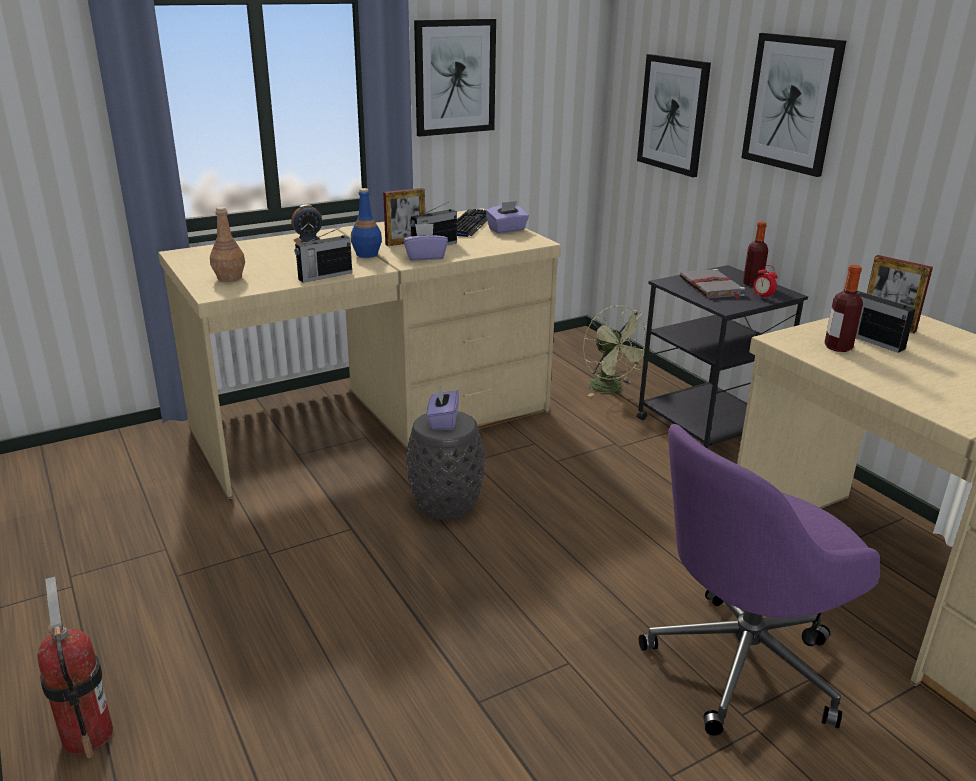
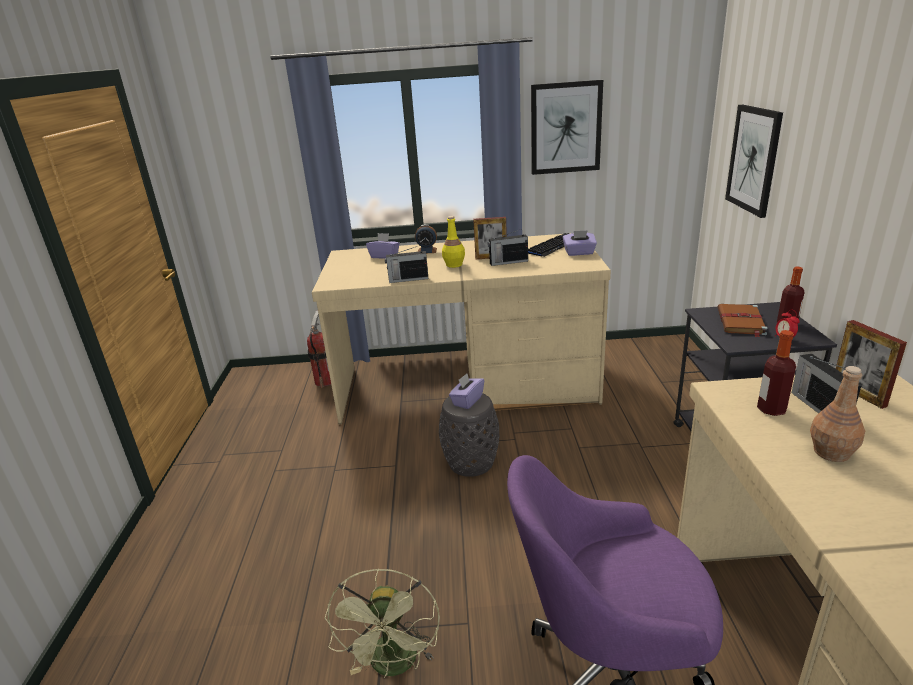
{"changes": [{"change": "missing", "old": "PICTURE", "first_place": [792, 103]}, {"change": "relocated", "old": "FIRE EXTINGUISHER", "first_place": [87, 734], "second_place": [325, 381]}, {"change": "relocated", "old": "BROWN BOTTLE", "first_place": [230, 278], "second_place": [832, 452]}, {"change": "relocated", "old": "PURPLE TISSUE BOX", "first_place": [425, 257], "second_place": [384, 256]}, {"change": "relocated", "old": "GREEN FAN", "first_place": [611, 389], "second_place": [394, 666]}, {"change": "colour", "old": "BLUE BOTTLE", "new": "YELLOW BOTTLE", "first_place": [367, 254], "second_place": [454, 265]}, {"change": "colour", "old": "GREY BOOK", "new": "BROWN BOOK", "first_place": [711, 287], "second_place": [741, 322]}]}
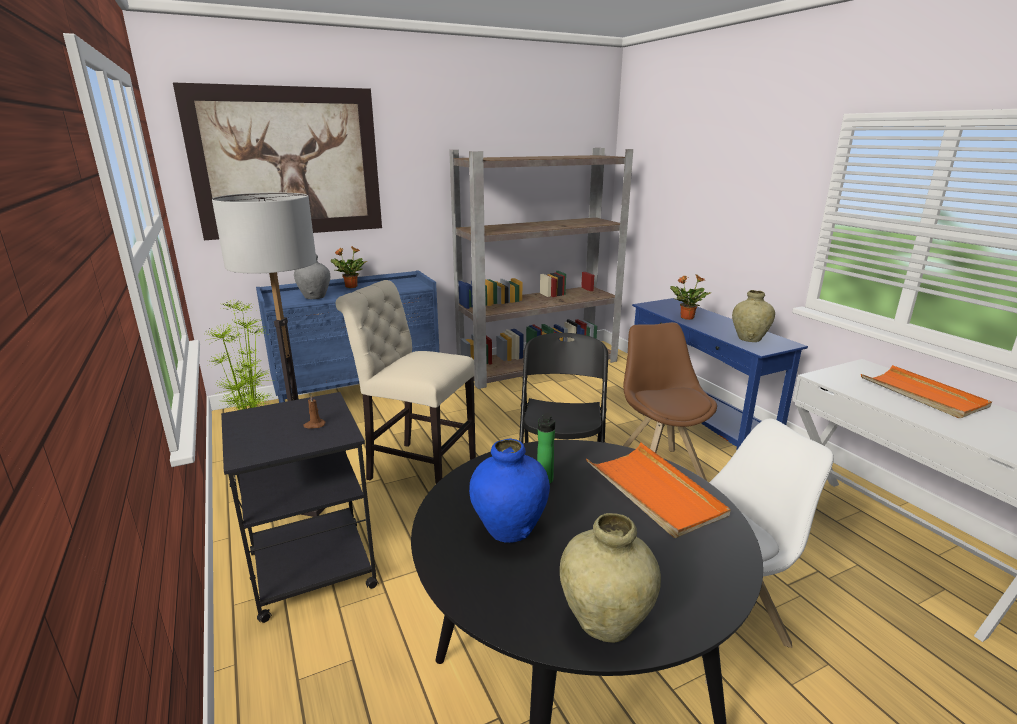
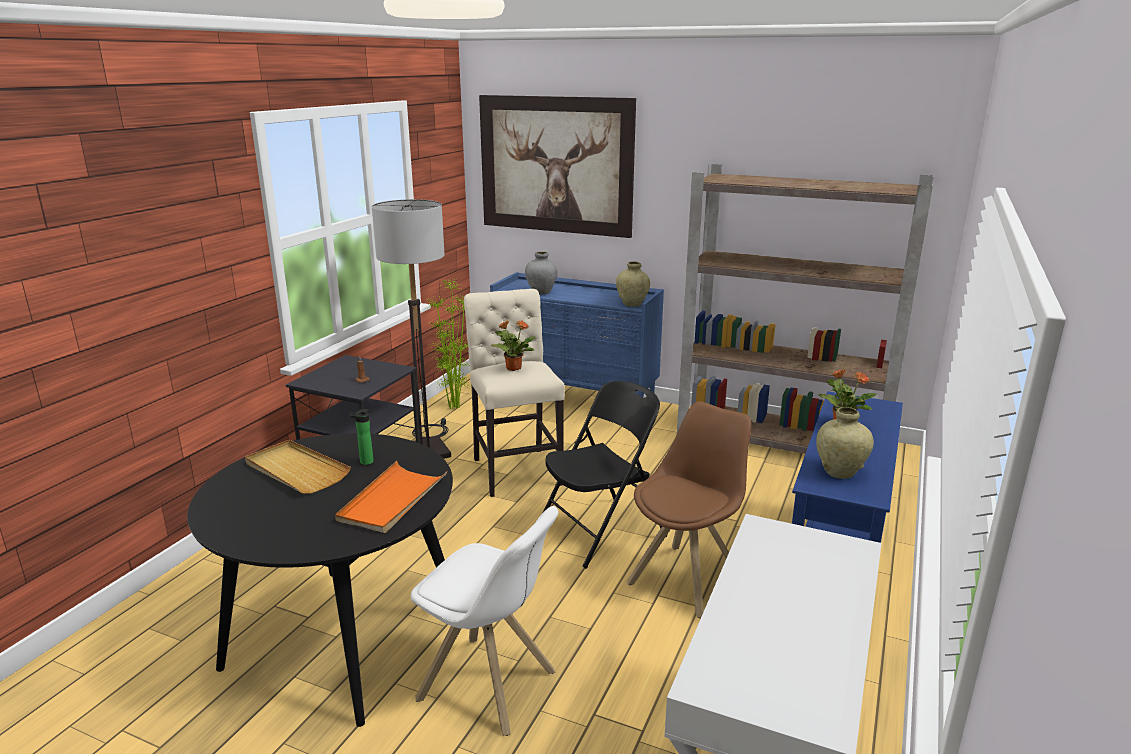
{"changes": [{"change": "missing", "old": "ORANGE TRAY", "first_place": [922, 395]}, {"change": "relocated", "old": "POTTED PLANT", "first_place": [350, 286], "second_place": [513, 368]}, {"change": "relocated", "old": "BEIGE VASE", "first_place": [605, 623], "second_place": [632, 304]}, {"change": "exchanged", "old": "BLUE VASE", "new": "BEIGE TRAY", "first_place": [509, 529], "second_place": [296, 470]}]}
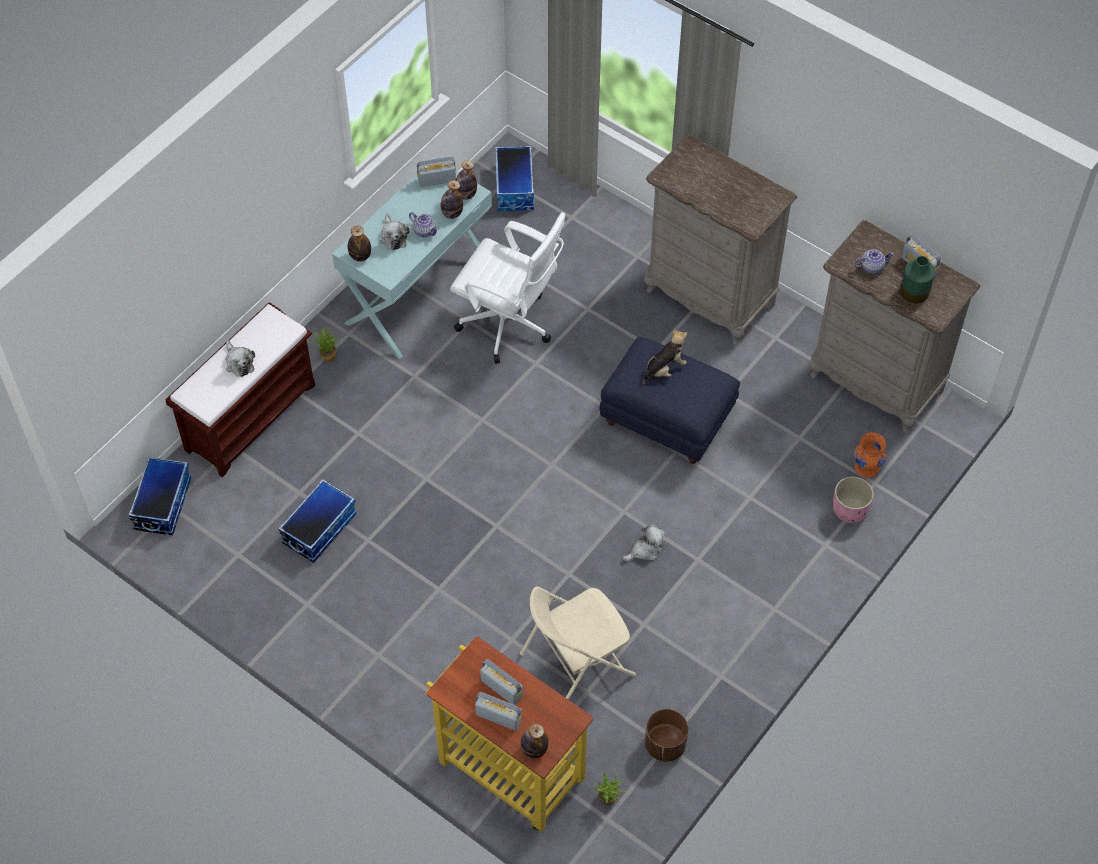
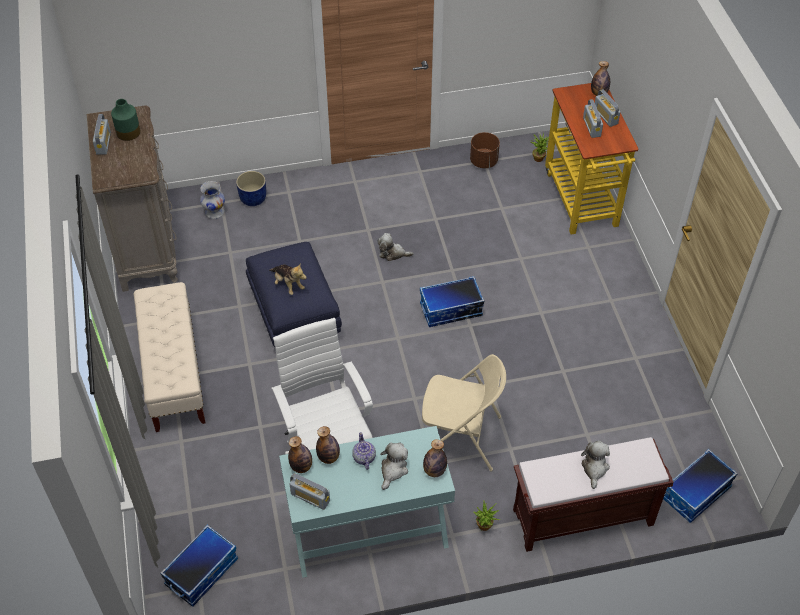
{"changes": [{"change": "missing", "old": "TEAPOT", "first_place": [871, 267]}, {"change": "relocated", "old": "STORAGE BOX", "first_place": [319, 528], "second_place": [450, 310]}, {"change": "relocated", "old": "BEIGE CHAIR", "first_place": [577, 664], "second_place": [459, 438]}, {"change": "exchanged", "old": "BEIGE DRESSER", "new": "BEIGE BENCH", "first_place": [708, 299], "second_place": [174, 373]}, {"change": "colour", "old": "PINK PLANTER", "new": "BLUE PLANTER", "first_place": [849, 510], "second_place": [253, 199]}, {"change": "colour", "old": "ORANGE VASE", "new": "WHITE VASE", "first_place": [867, 468], "second_place": [214, 212]}, {"change": "spun", "old": "PLUSH TOY", "first_place": [664, 369], "second_place": [288, 284], "degrees": -135}]}
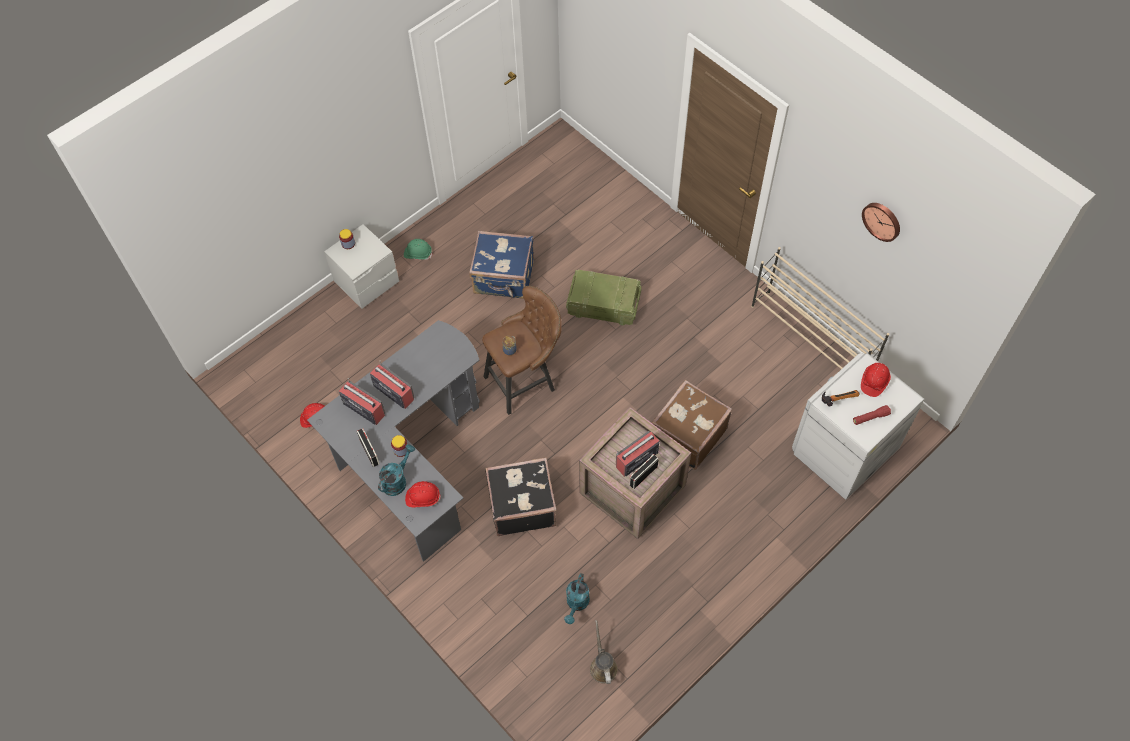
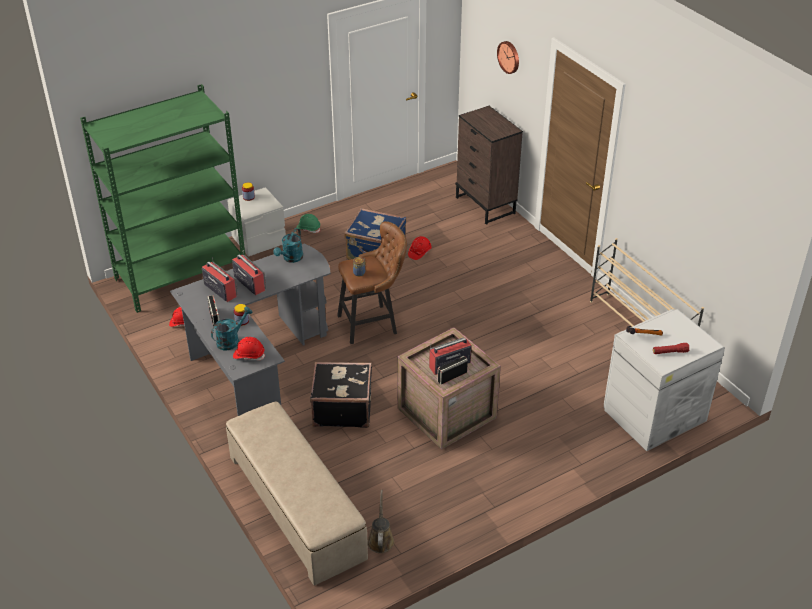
{"changes": [{"change": "missing", "old": "CRATE", "first_place": [604, 305]}, {"change": "missing", "old": "BROWN SUITCASE", "first_place": [687, 435]}, {"change": "appeared", "new": "GREEN BOOKCASE", "second_place": [181, 276]}, {"change": "appeared", "new": "BEIGE BENCH", "second_place": [295, 506]}, {"change": "appeared", "new": "BROWN DRESSER", "second_place": [485, 205]}, {"change": "relocated", "old": "TURQUOISE WATERING CAN", "first_place": [577, 604], "second_place": [291, 258]}, {"change": "relocated", "old": "RED HARD HAT", "first_place": [874, 382], "second_place": [419, 252]}, {"change": "relocated", "old": "WALL CLOCK", "first_place": [882, 220], "second_place": [509, 57]}]}
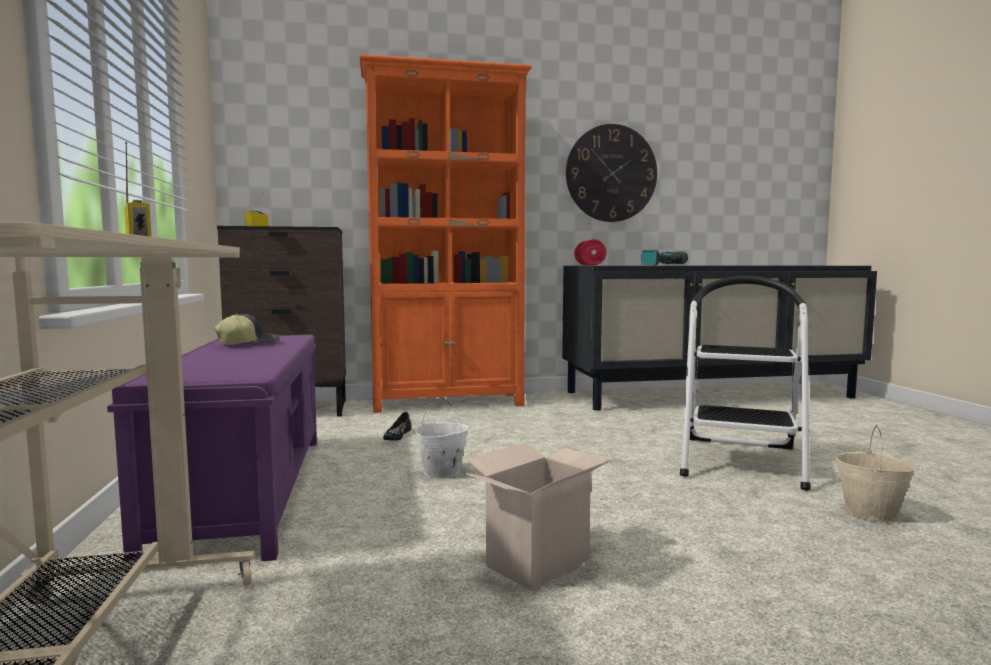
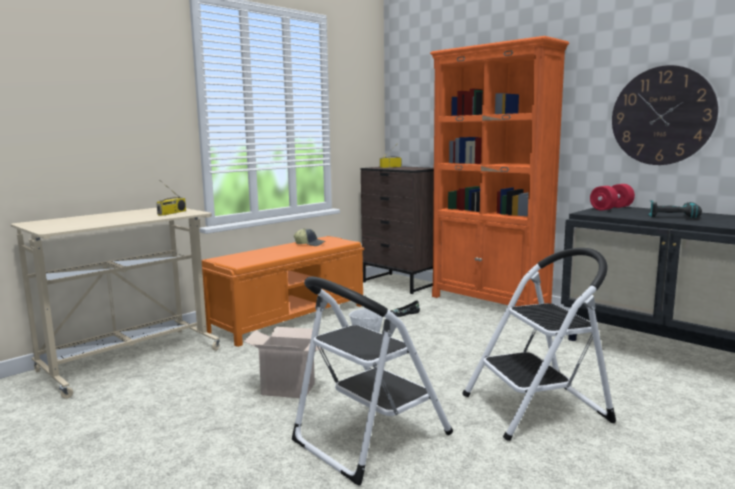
{"changes": [{"change": "missing", "old": "BEIGE BUCKET", "first_place": [871, 514]}, {"change": "appeared", "new": "STEP LADDER", "second_place": [368, 438]}, {"change": "colour", "old": "PURPLE BENCH", "new": "ORANGE BENCH", "first_place": [246, 490], "second_place": [290, 317]}]}
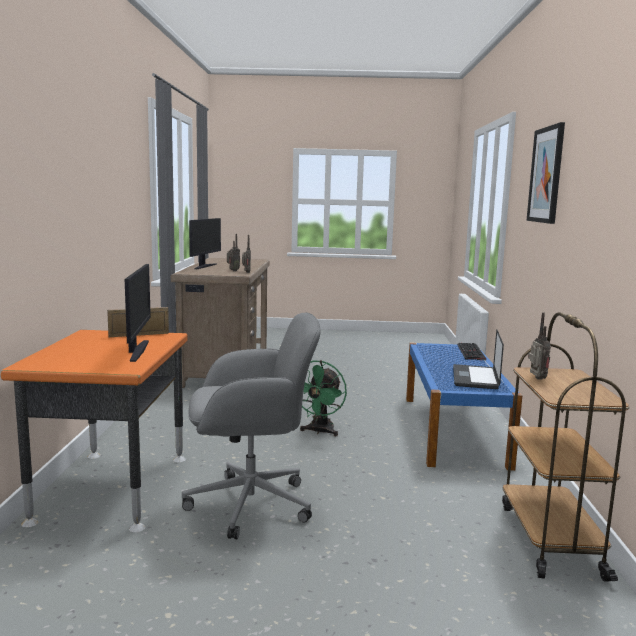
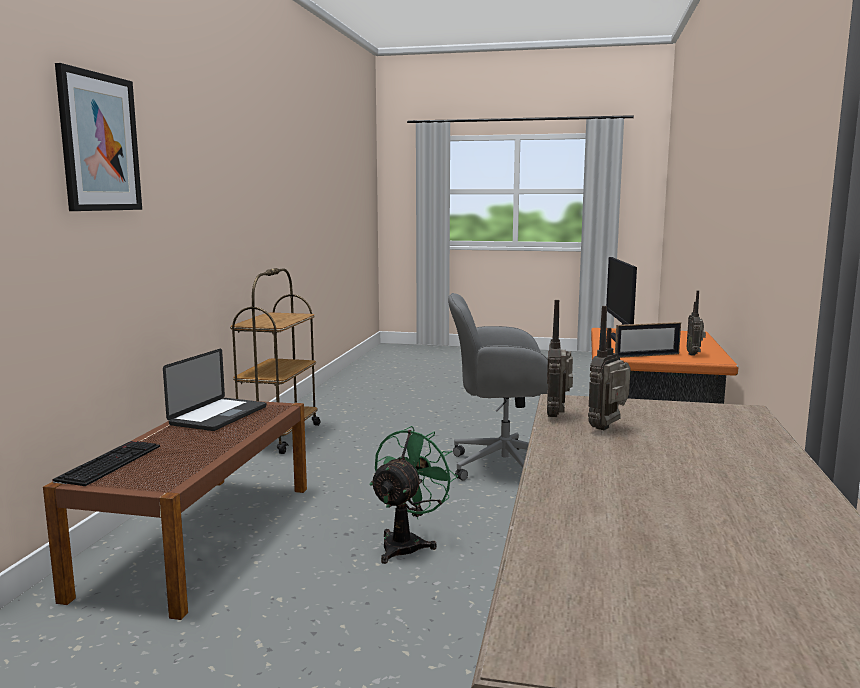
{"changes": [{"change": "missing", "old": "MONITOR", "first_place": [204, 266]}, {"change": "relocated", "old": "RADIO", "first_place": [536, 379], "second_place": [694, 354]}, {"change": "colour", "old": "BLUE BENCH", "new": "BROWN BENCH", "first_place": [453, 430], "second_place": [200, 537]}]}
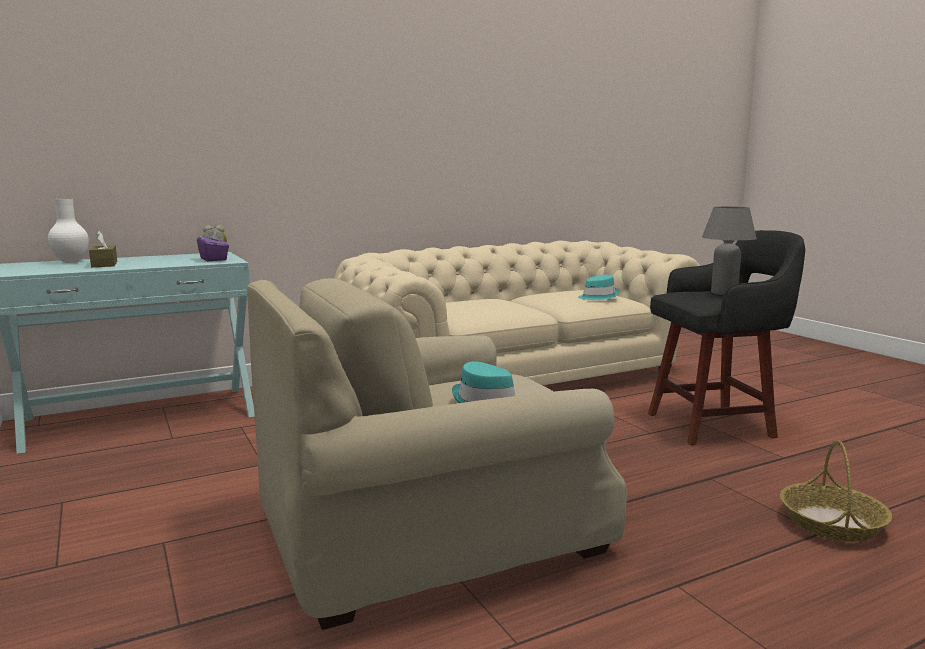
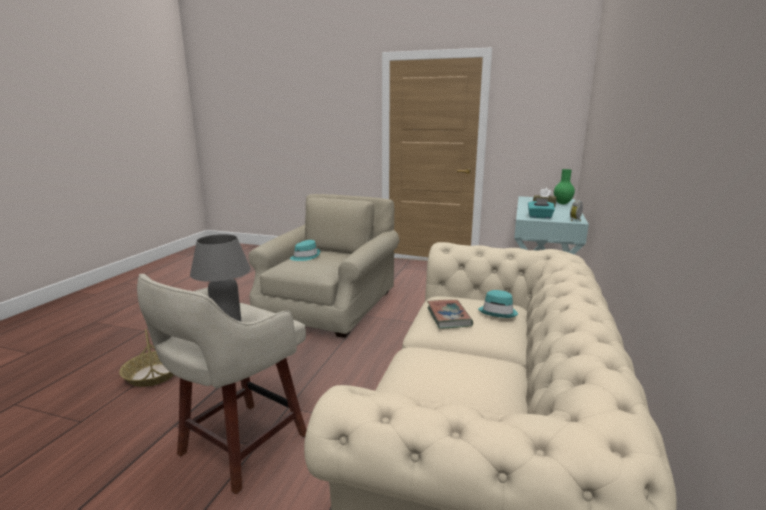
{"changes": [{"change": "appeared", "new": "BOOK", "second_place": [448, 317]}, {"change": "relocated", "old": "TURQUOISE HAT", "first_place": [597, 297], "second_place": [498, 312]}, {"change": "colour", "old": "WHITE VASE", "new": "GREEN VASE", "first_place": [71, 262], "second_place": [563, 204]}, {"change": "colour", "old": "PURPLE TISSUE BOX", "new": "TURQUOISE TISSUE BOX", "first_place": [214, 259], "second_place": [540, 217]}, {"change": "colour", "old": "BLACK STOOL", "new": "BEIGE STOOL", "first_place": [715, 425], "second_place": [239, 447]}]}
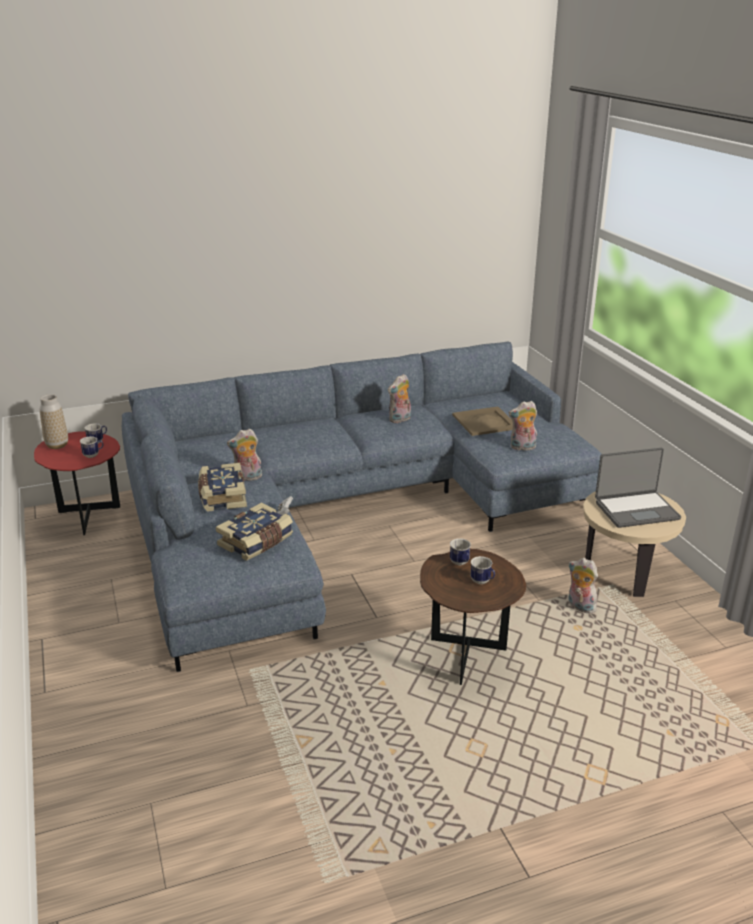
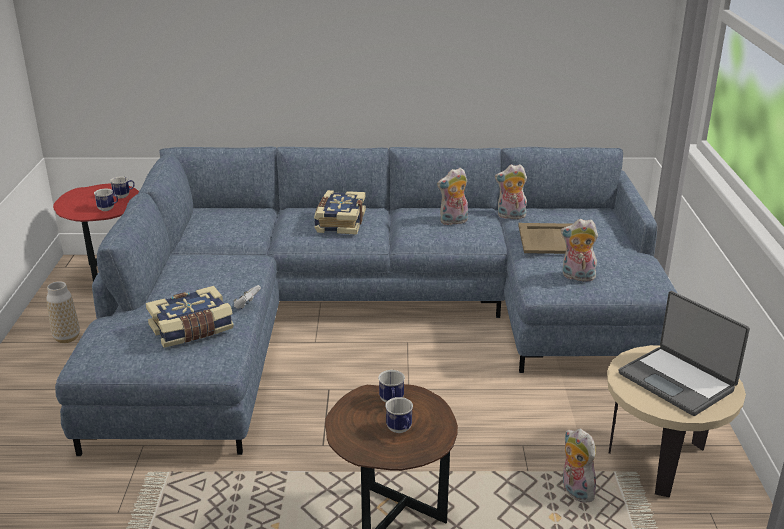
{"changes": [{"change": "relocated", "old": "VASE", "first_place": [57, 445], "second_place": [67, 338]}, {"change": "relocated", "old": "BOOK", "first_place": [222, 496], "second_place": [339, 222]}, {"change": "relocated", "old": "PLUSH TOY", "first_place": [247, 478], "second_place": [510, 216]}, {"change": "spun", "old": "LAPTOP", "first_place": [636, 510], "second_place": [677, 381], "degrees": 45}]}
